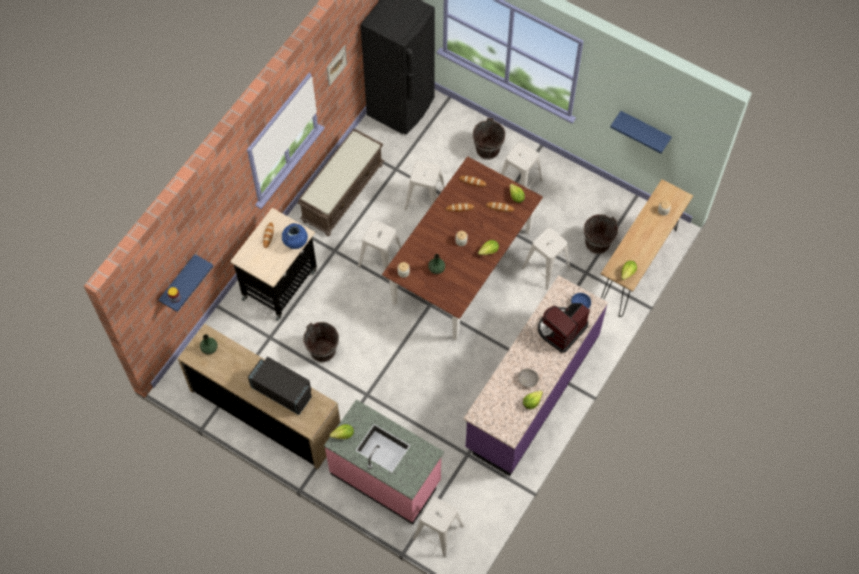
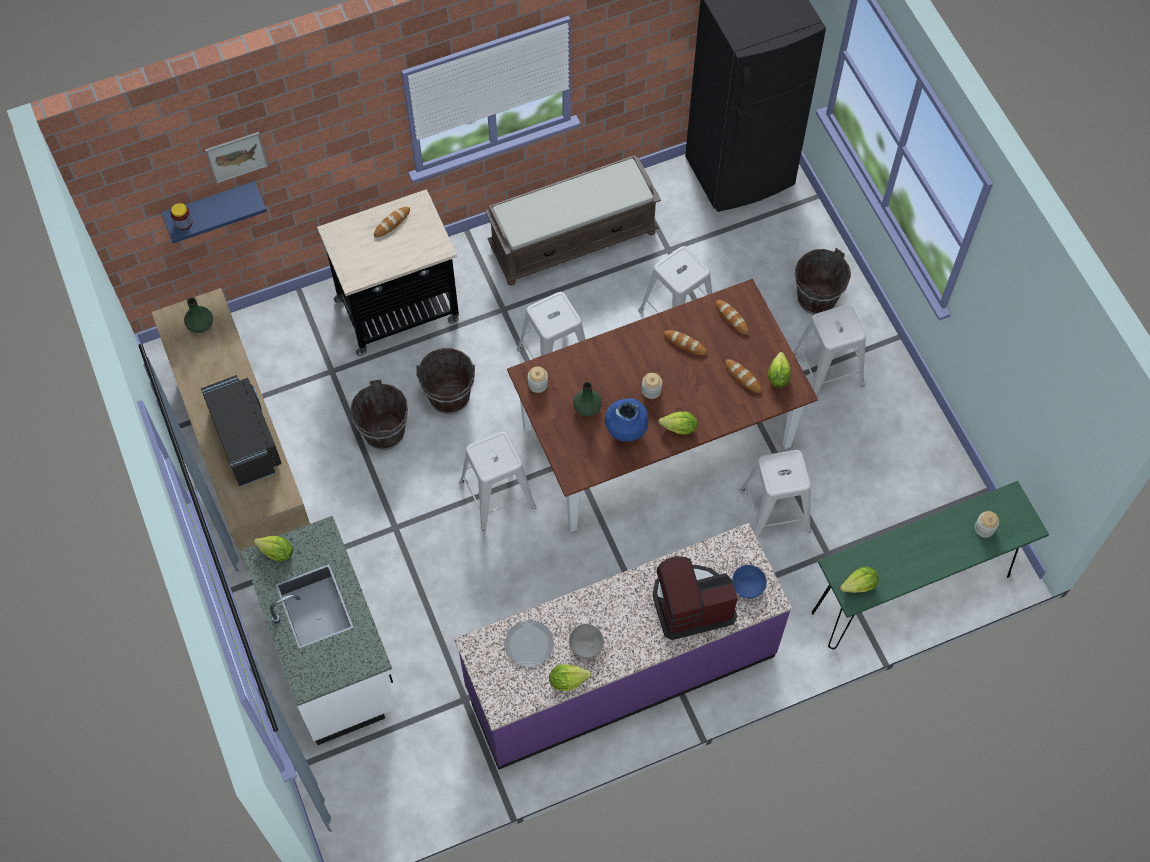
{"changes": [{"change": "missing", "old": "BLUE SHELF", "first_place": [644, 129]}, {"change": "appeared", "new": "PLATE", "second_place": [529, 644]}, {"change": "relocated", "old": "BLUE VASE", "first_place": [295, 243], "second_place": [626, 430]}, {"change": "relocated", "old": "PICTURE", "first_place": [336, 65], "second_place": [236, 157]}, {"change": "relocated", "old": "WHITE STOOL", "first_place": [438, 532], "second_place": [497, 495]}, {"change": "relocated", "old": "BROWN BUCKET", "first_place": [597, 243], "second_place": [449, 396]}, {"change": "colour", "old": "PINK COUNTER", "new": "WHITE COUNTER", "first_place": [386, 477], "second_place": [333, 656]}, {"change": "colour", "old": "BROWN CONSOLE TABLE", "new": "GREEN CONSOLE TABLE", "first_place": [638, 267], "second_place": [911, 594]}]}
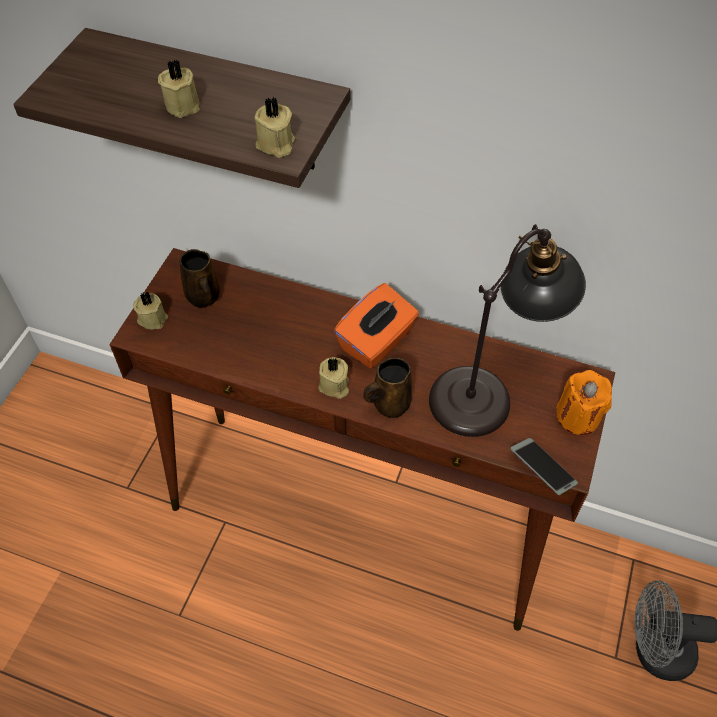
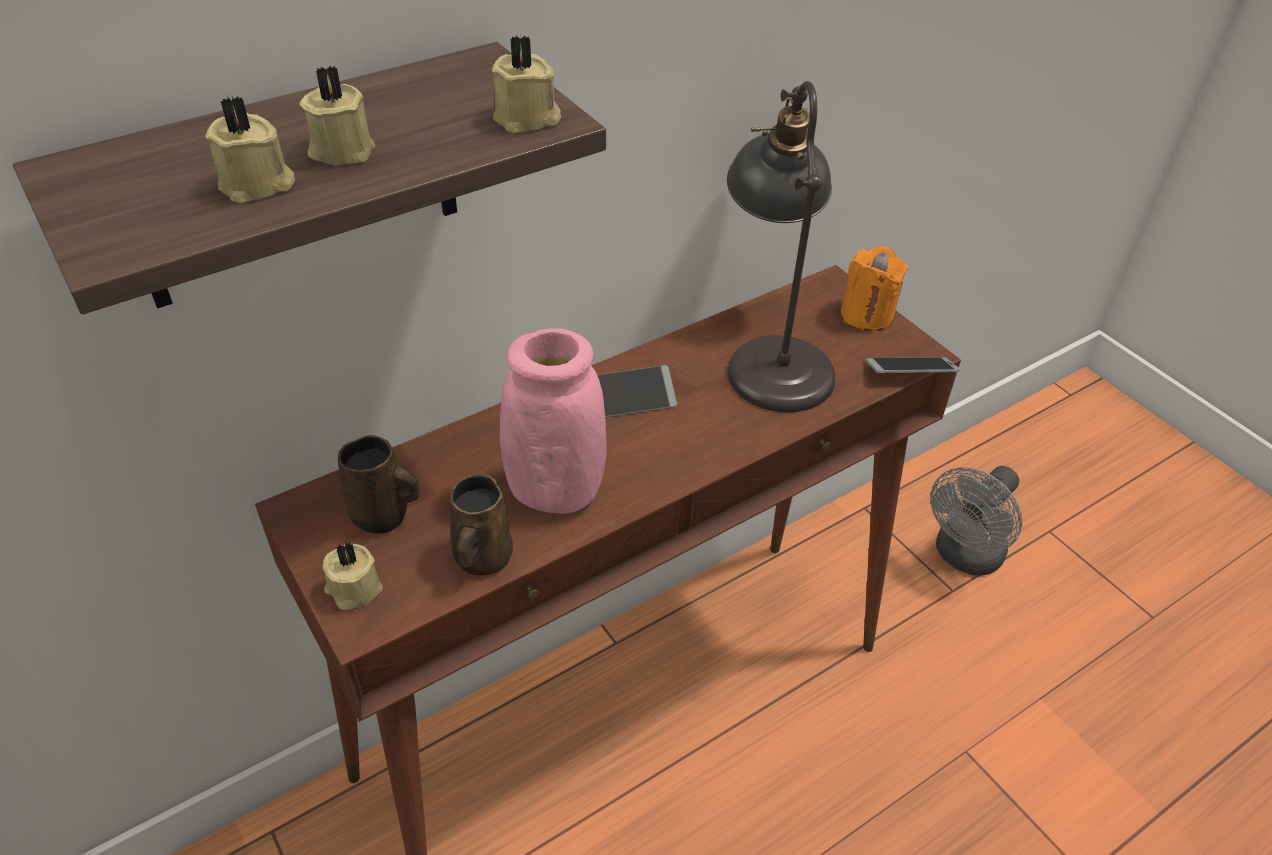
{"changes": [{"change": "appeared", "new": "PINK VASE", "second_place": [555, 491]}, {"change": "relocated", "old": "BEIGE CANDLE", "first_place": [334, 386], "second_place": [258, 185]}, {"change": "relocated", "old": "BROWN MUG", "first_place": [389, 404], "second_place": [481, 558]}, {"change": "exchanged", "old": "ORANGE TISSUE BOX", "new": "PHONE", "first_place": [377, 342], "second_place": [630, 399]}]}
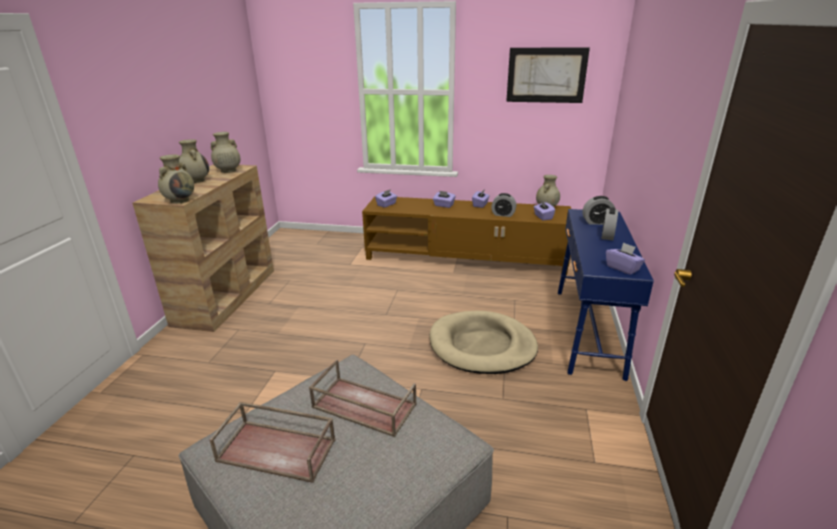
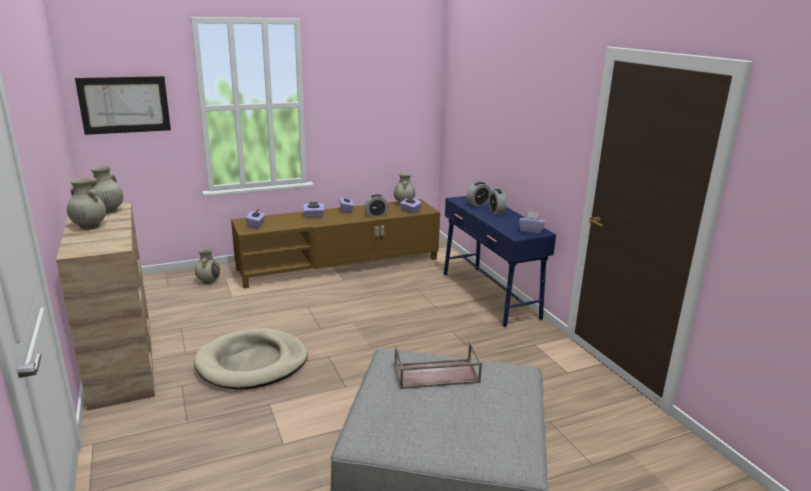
{"changes": [{"change": "missing", "old": "BROWN TRAY", "first_place": [278, 449]}, {"change": "relocated", "old": "BEIGE VASE", "first_place": [180, 200], "second_place": [208, 281]}, {"change": "relocated", "old": "BEIGE DOG BED", "first_place": [482, 346], "second_place": [252, 363]}, {"change": "relocated", "old": "PICTURE", "first_place": [546, 75], "second_place": [124, 105]}]}
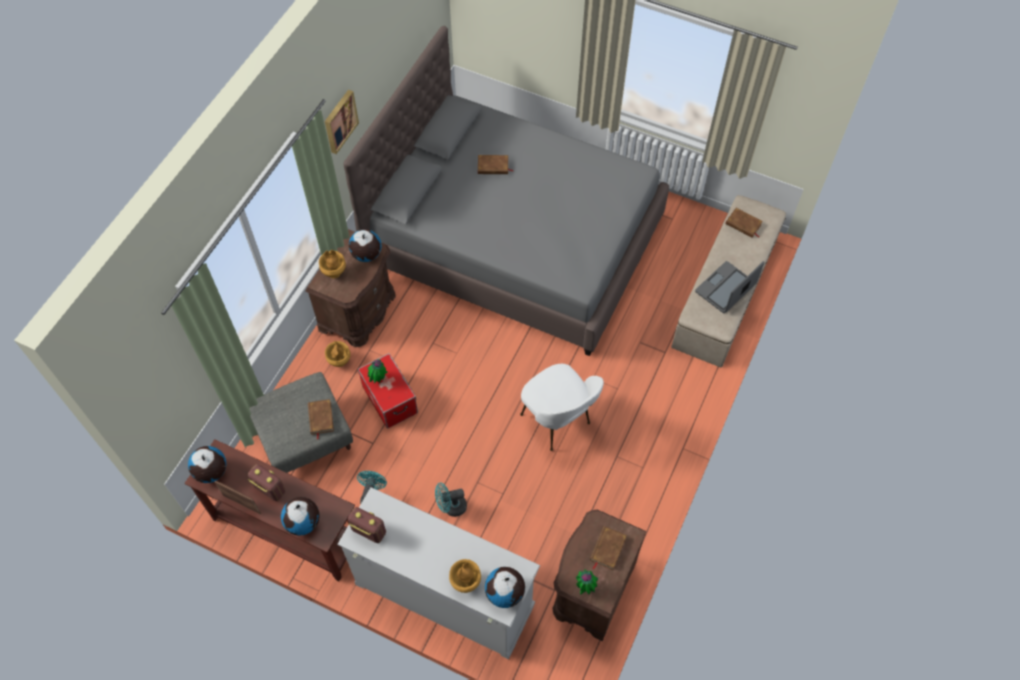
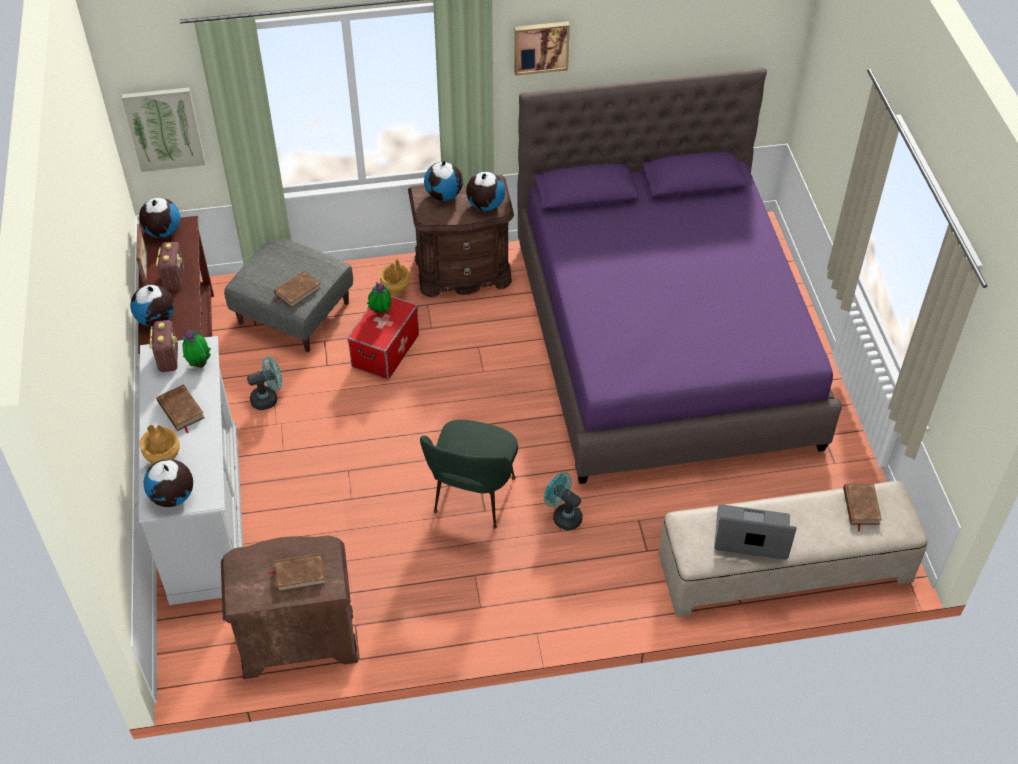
{"changes": [{"change": "appeared", "new": "PICTURE", "second_place": [164, 128]}, {"change": "relocated", "old": "TURQUOISE FAN", "first_place": [451, 507], "second_place": [563, 516]}, {"change": "relocated", "old": "BROWN BOOK", "first_place": [493, 166], "second_place": [180, 410]}, {"change": "relocated", "old": "POTTED PLANT", "first_place": [585, 587], "second_place": [199, 364]}, {"change": "exchanged", "old": "BROWN VASE", "new": "GLOBE", "first_place": [334, 272], "second_place": [444, 195]}, {"change": "colour", "old": "GREY BED", "new": "PURPLE BED", "first_place": [514, 240], "second_place": [663, 342]}, {"change": "colour", "old": "WHITE CHAIR", "new": "GREEN CHAIR", "first_place": [558, 423], "second_place": [472, 501]}]}
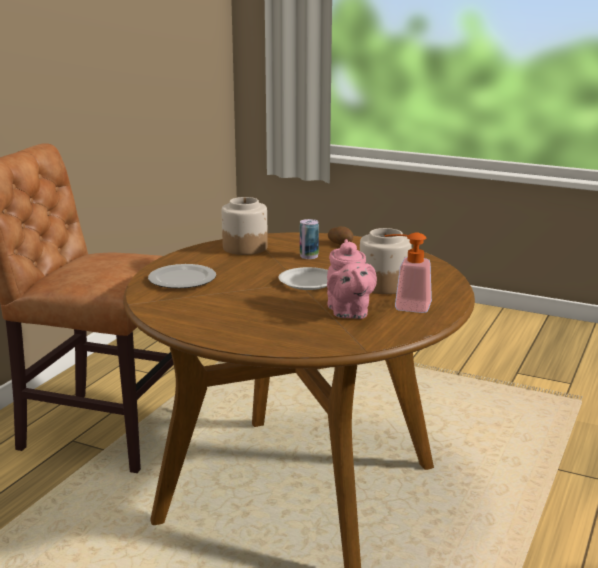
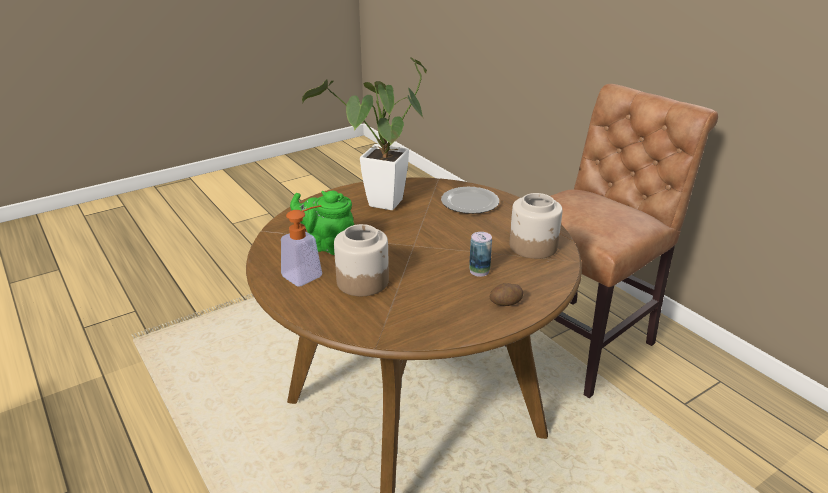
{"changes": [{"change": "missing", "old": "WHITE PLATE", "first_place": [308, 282]}, {"change": "appeared", "new": "POTTED PLANT", "second_place": [381, 207]}, {"change": "colour", "old": "PINK TEAPOT", "new": "GREEN TEAPOT", "first_place": [348, 313], "second_place": [327, 245]}]}
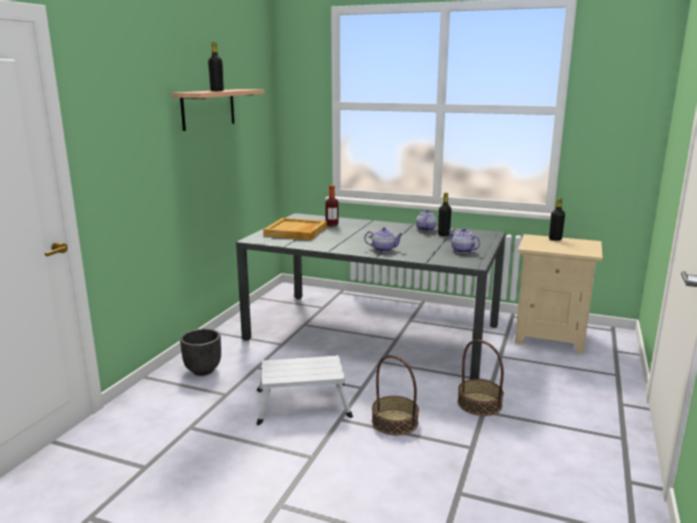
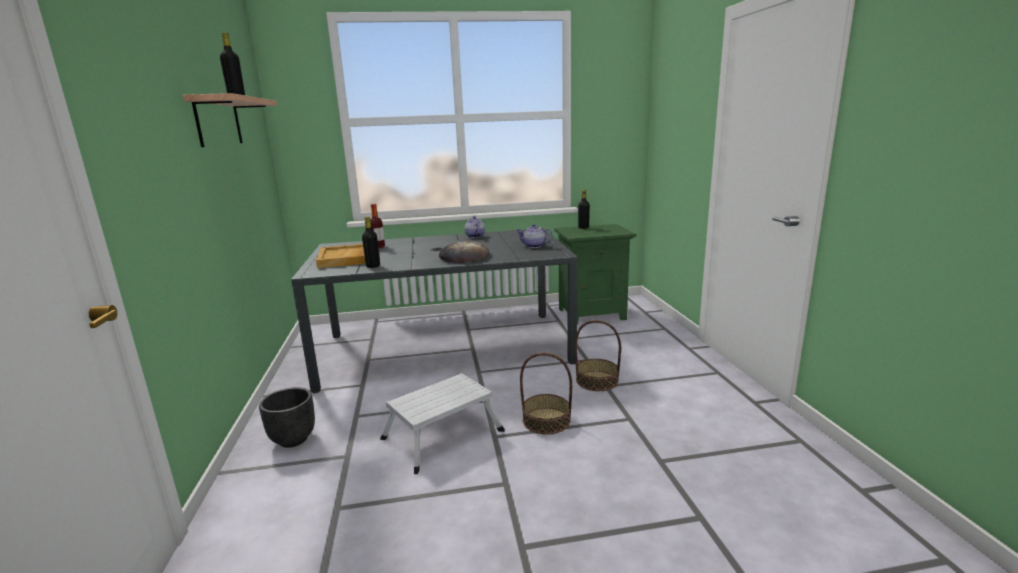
{"changes": [{"change": "relocated", "old": "BLACK BOTTLE", "first_place": [443, 234], "second_place": [373, 266]}, {"change": "exchanged", "old": "TEAPOT", "new": "BREAD", "first_place": [383, 249], "second_place": [464, 257]}, {"change": "colour", "old": "BEIGE NIGHTSTAND", "new": "GREEN NIGHTSTAND", "first_place": [551, 338], "second_place": [593, 314]}]}
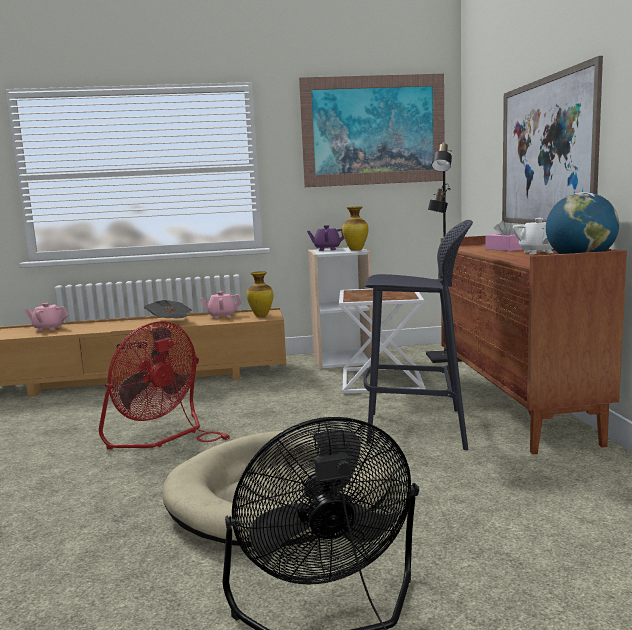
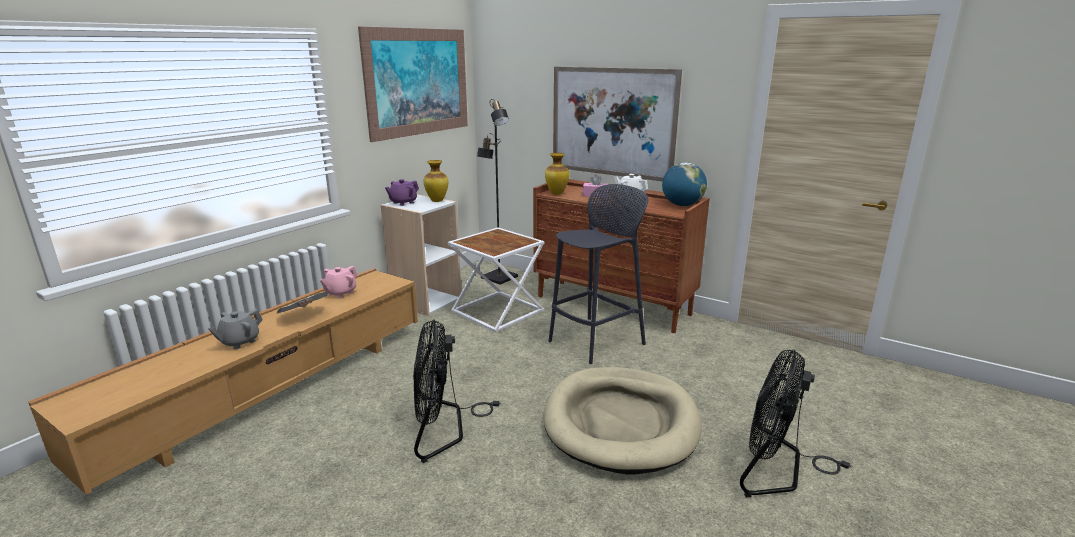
{"changes": [{"change": "missing", "old": "PINK TEAPOT", "first_place": [48, 328]}, {"change": "appeared", "new": "GREY TEAPOT", "second_place": [239, 342]}, {"change": "relocated", "old": "VASE", "first_place": [261, 315], "second_place": [556, 193]}, {"change": "colour", "old": "RED FAN", "new": "BLACK FAN", "first_place": [170, 434], "second_place": [445, 423]}]}
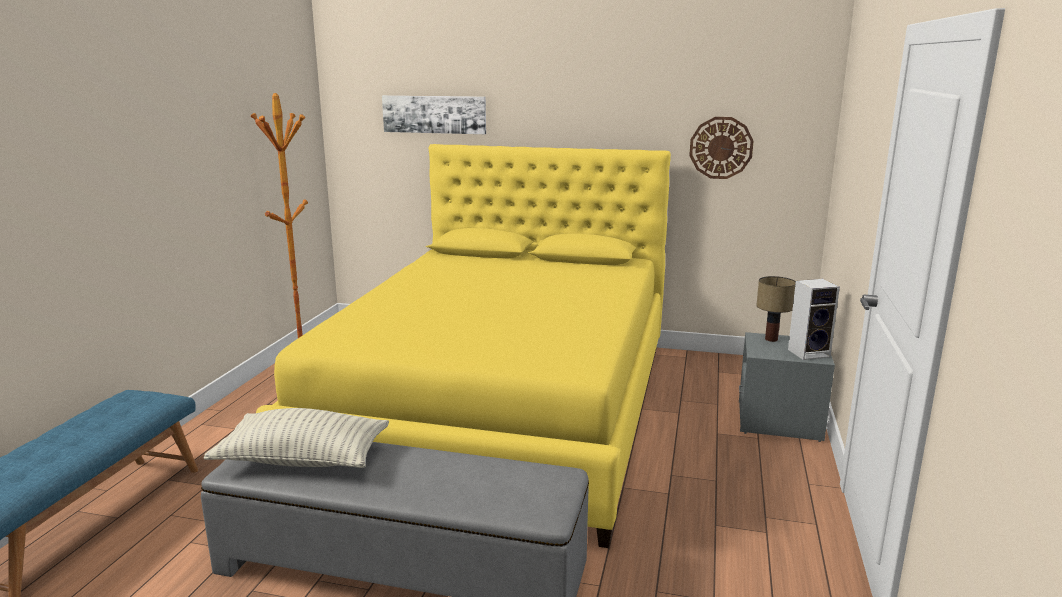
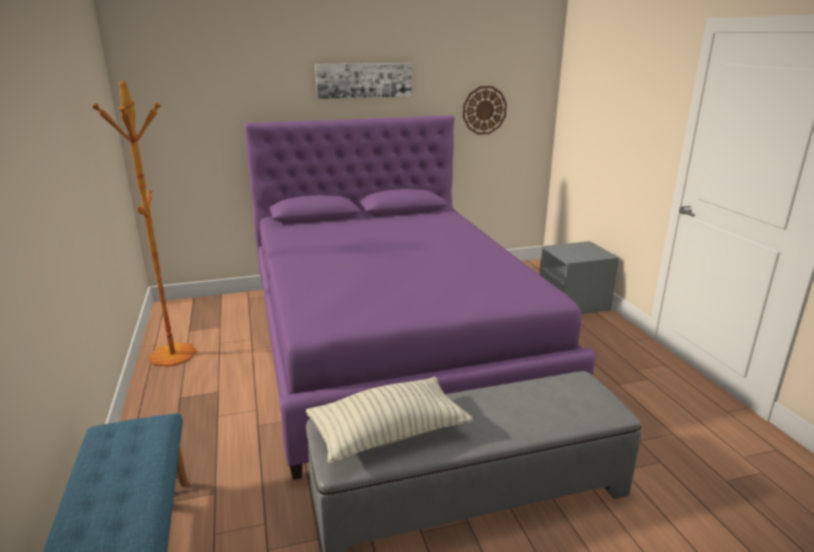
{"changes": [{"change": "missing", "old": "TABLE LAMP", "first_place": [770, 339]}, {"change": "missing", "old": "SPEAKER", "first_place": [809, 353]}, {"change": "relocated", "old": "PICTURE", "first_place": [434, 114], "second_place": [364, 80]}, {"change": "colour", "old": "YELLOW BED", "new": "PURPLE BED", "first_place": [502, 408], "second_place": [391, 344]}]}
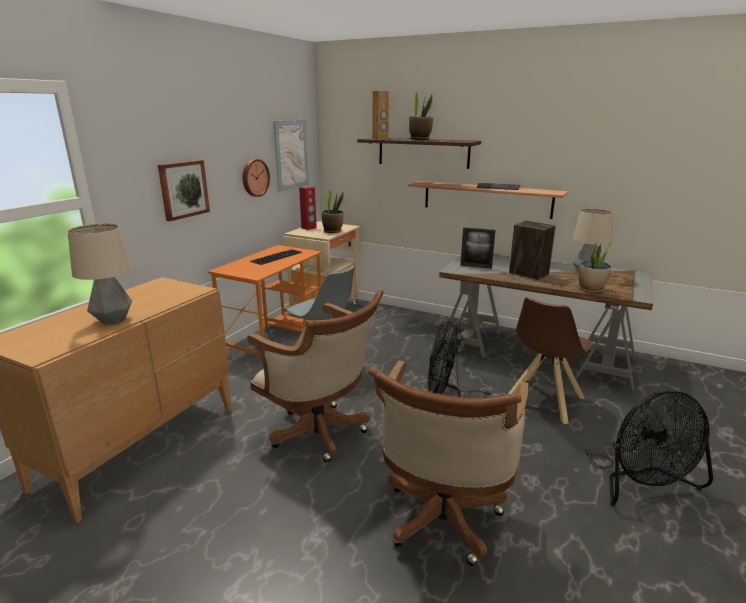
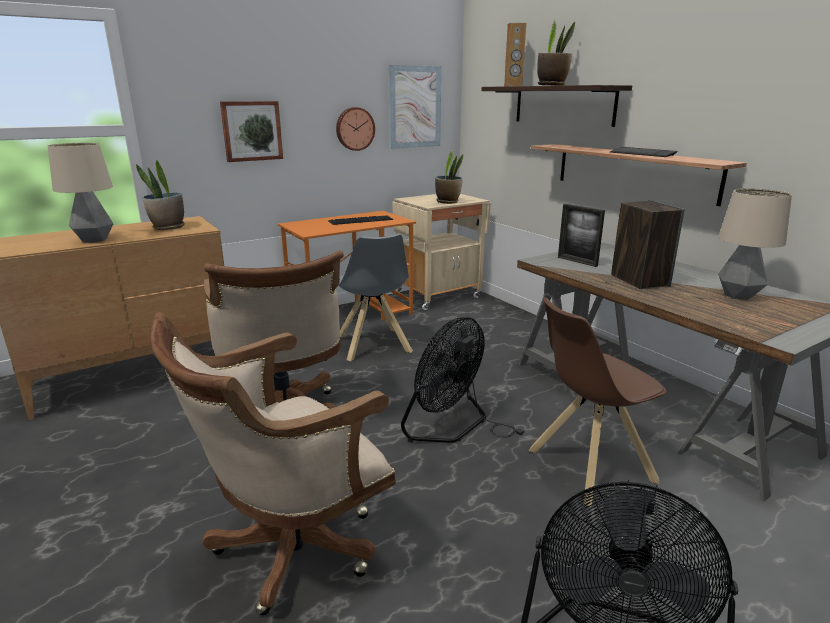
{"changes": [{"change": "missing", "old": "RED SPEAKER", "first_place": [309, 228]}, {"change": "relocated", "old": "POTTED PLANT", "first_place": [591, 289], "second_place": [168, 227]}]}
